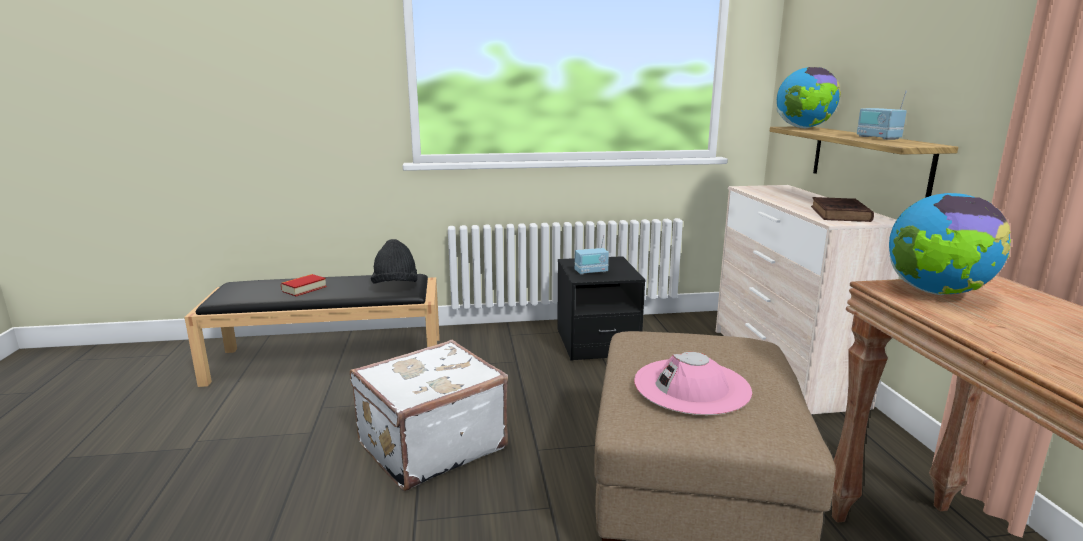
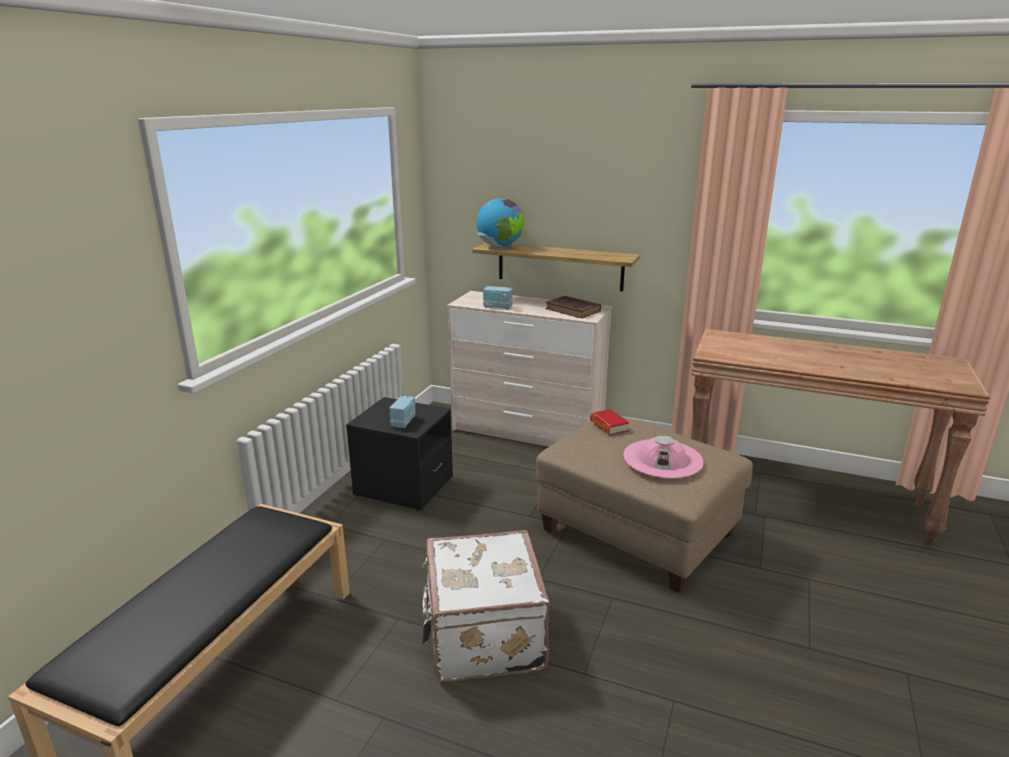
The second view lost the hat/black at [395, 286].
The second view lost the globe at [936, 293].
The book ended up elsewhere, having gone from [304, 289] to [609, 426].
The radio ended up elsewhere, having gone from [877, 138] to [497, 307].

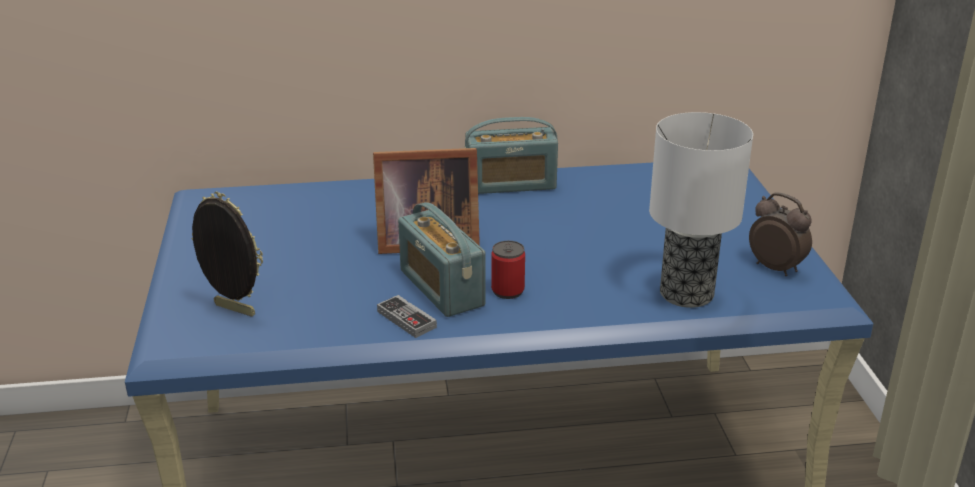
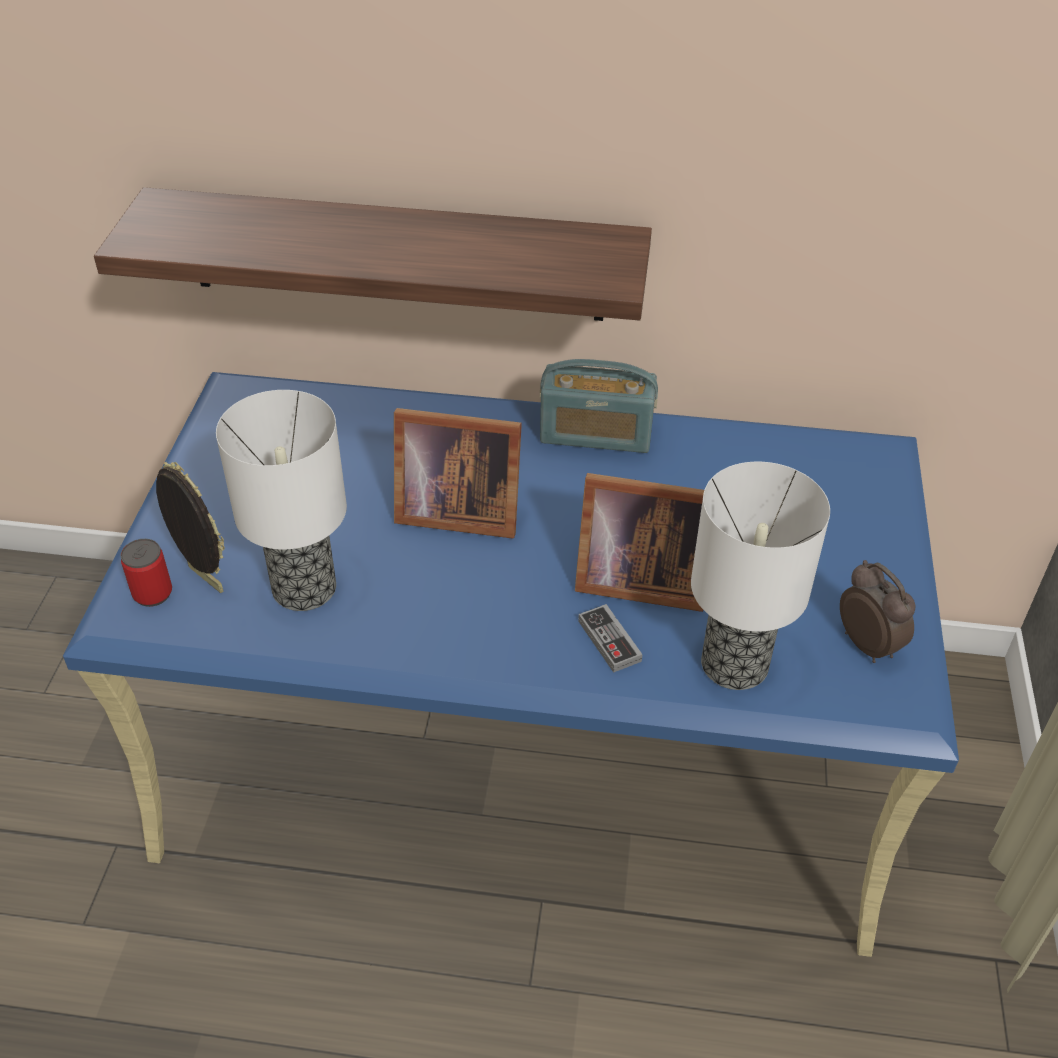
The second view lost the radio at [441, 288].
The second view gained the shelf at [396, 255].
The second view gained the table lamp at [305, 590].
The second view gained the picture frame at [637, 579].
The game controller ended up elsewhere, having gone from [406, 319] to [609, 641].
The can ended up elsewhere, having gone from [507, 291] to [152, 593].

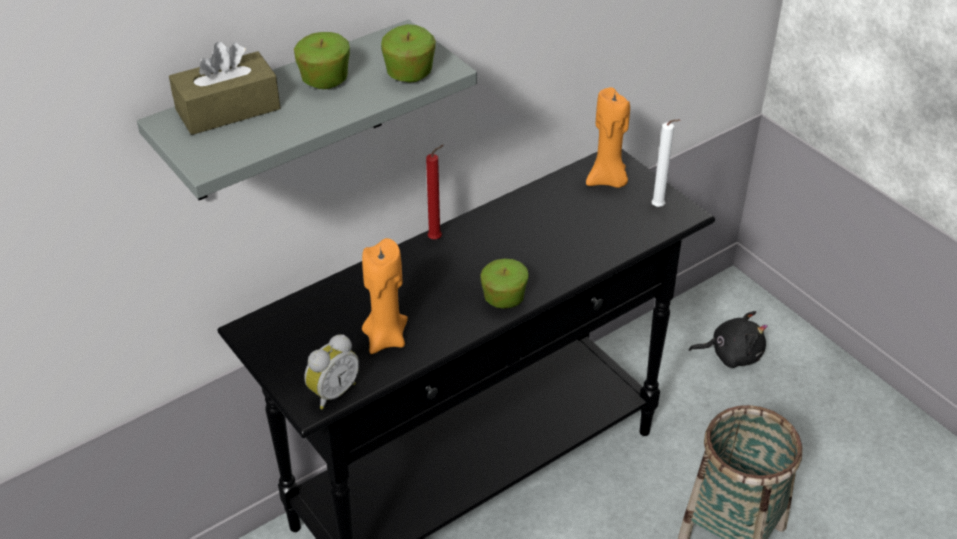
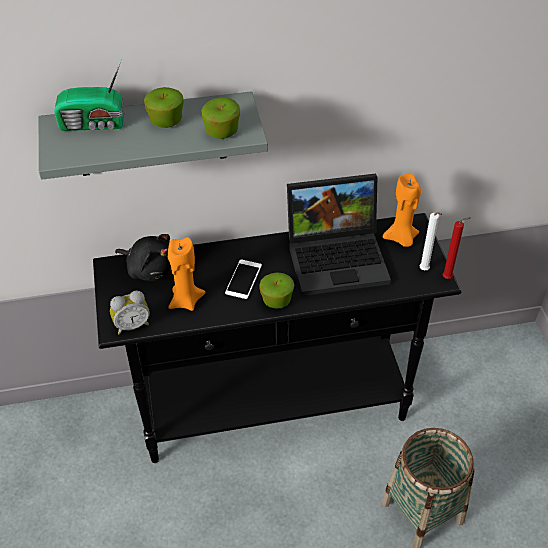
The second view gained the phone at [243, 279].
The second view gained the laptop at [338, 257].
The candle/red ended up elsewhere, having gone from [437, 238] to [448, 278].
The plush toy/black ended up elsewhere, having gone from [731, 354] to [150, 268].
Where the tissue box/brown stood at [228, 109], the radio came to stand at [94, 124].

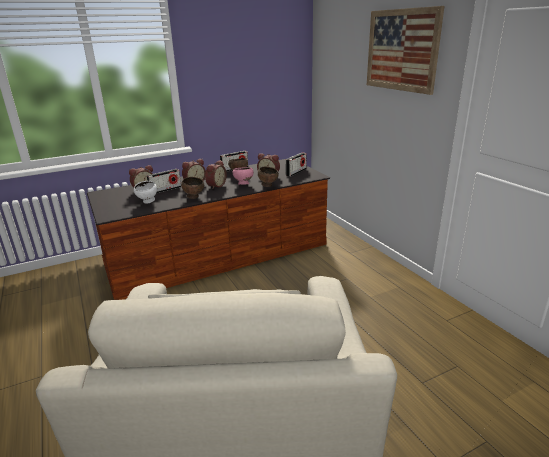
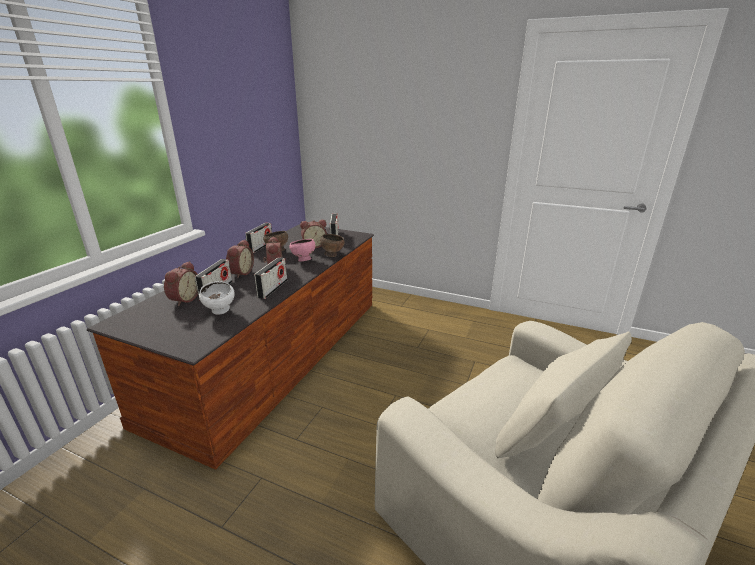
The second view lost the picture at [401, 50].
Where the bowl/brown stood at [194, 197], the radio came to stand at [273, 289].

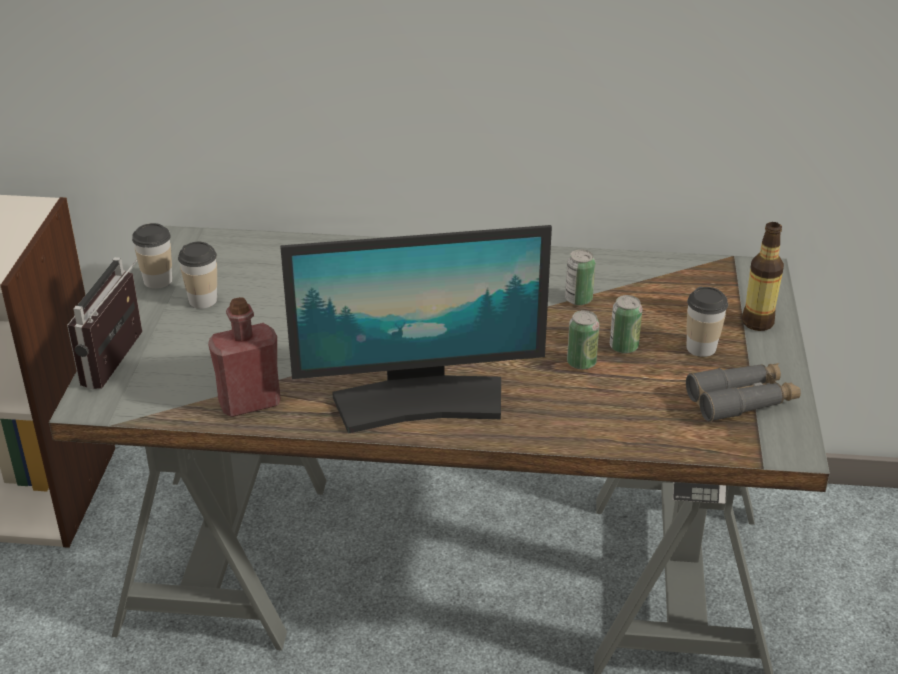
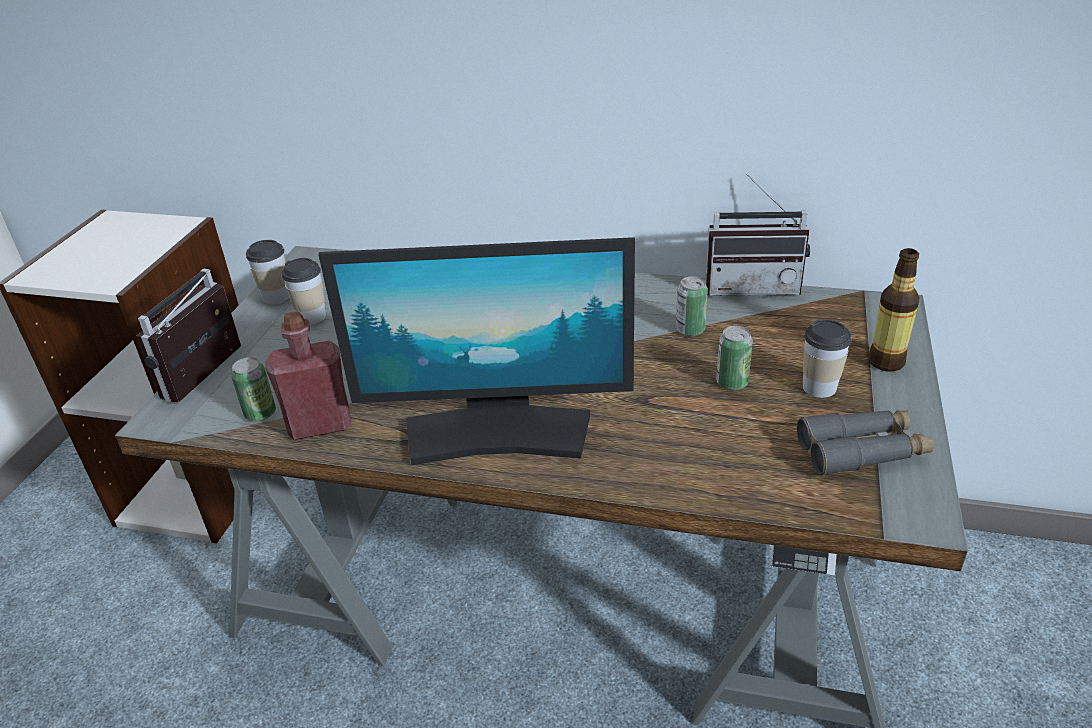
The second view gained the radio at [752, 286].
The can ended up elsewhere, having gone from [581, 363] to [260, 413].

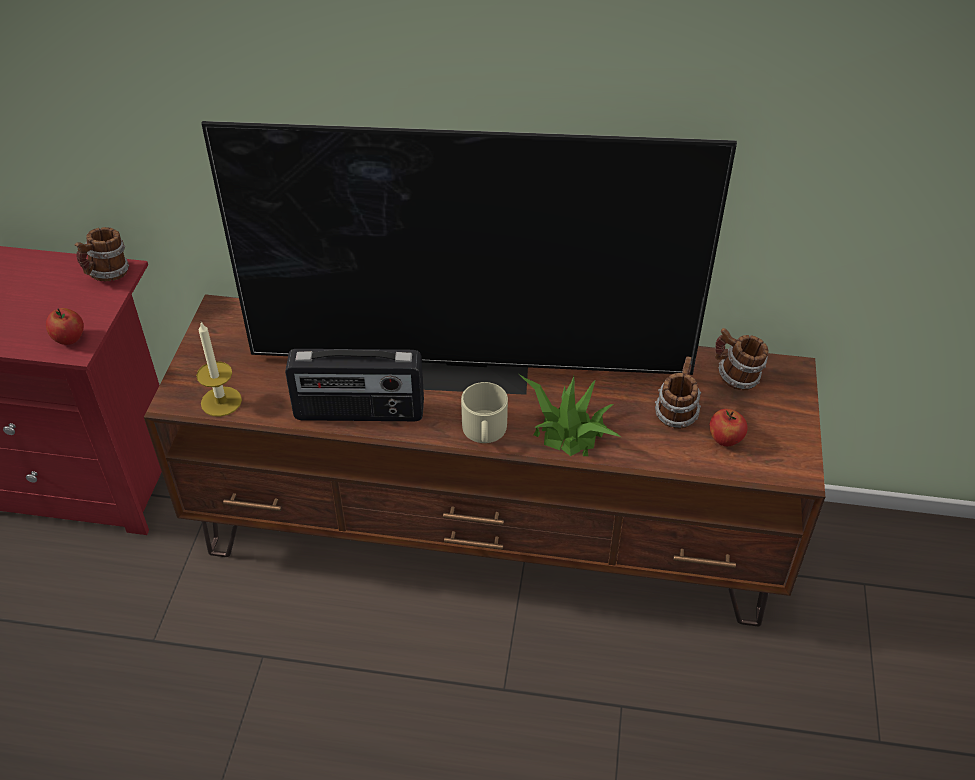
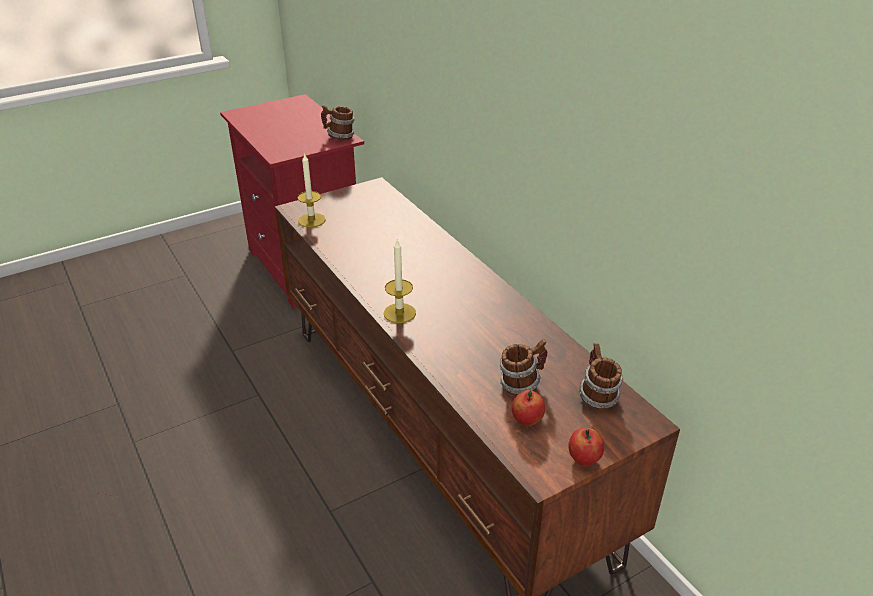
The second view lost the television at [469, 367].
The second view lost the radio at [359, 413].
The second view lost the potted plant at [568, 430].
The apple ended up elsewhere, having gone from [70, 339] to [584, 459].
Where the mug/beige stood at [484, 431], the candle came to stand at [399, 313].

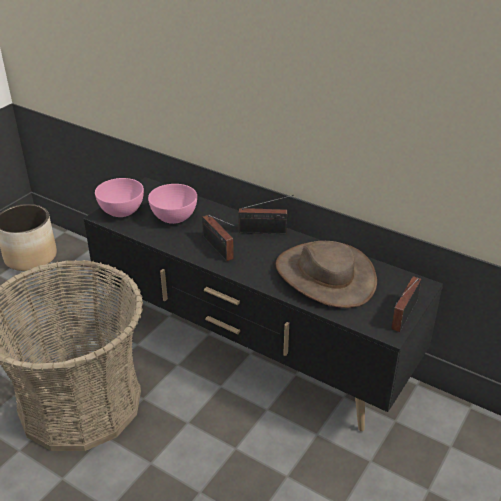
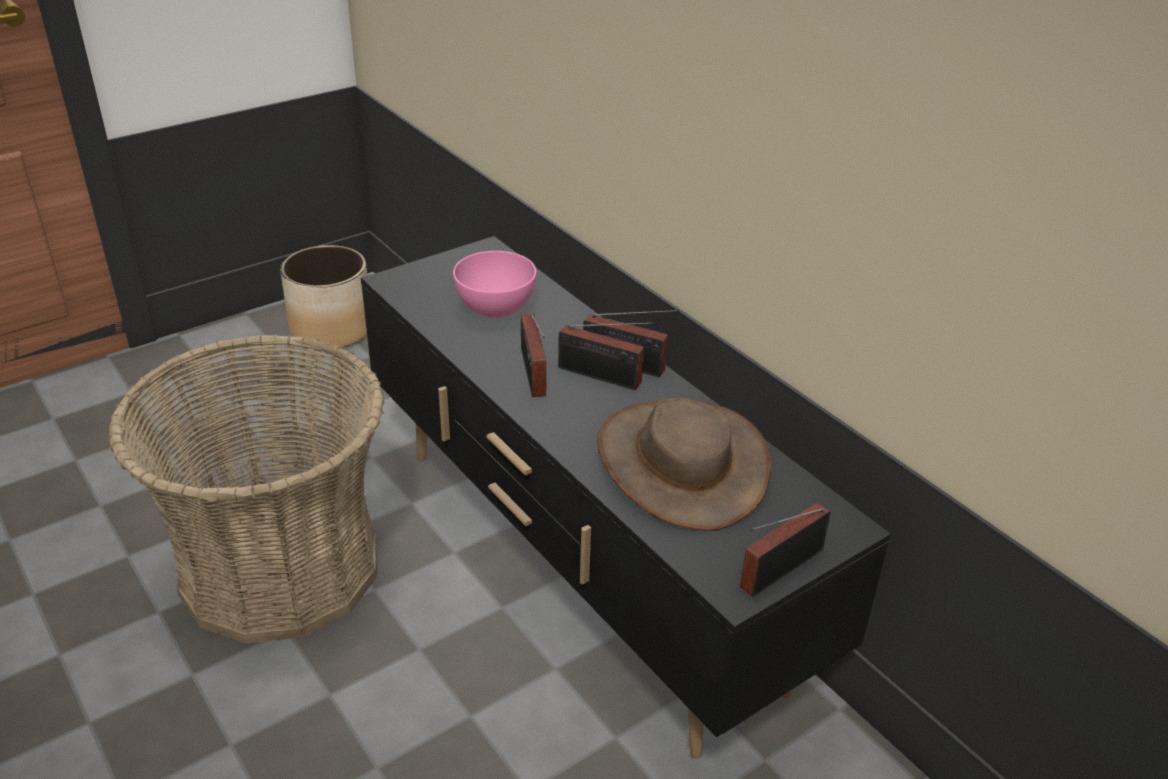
The second view lost the bowl/pink at [122, 212].
The second view gained the radio at [603, 377].

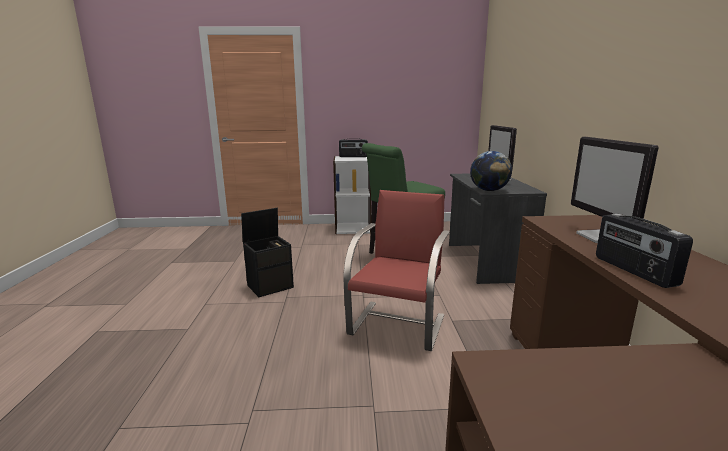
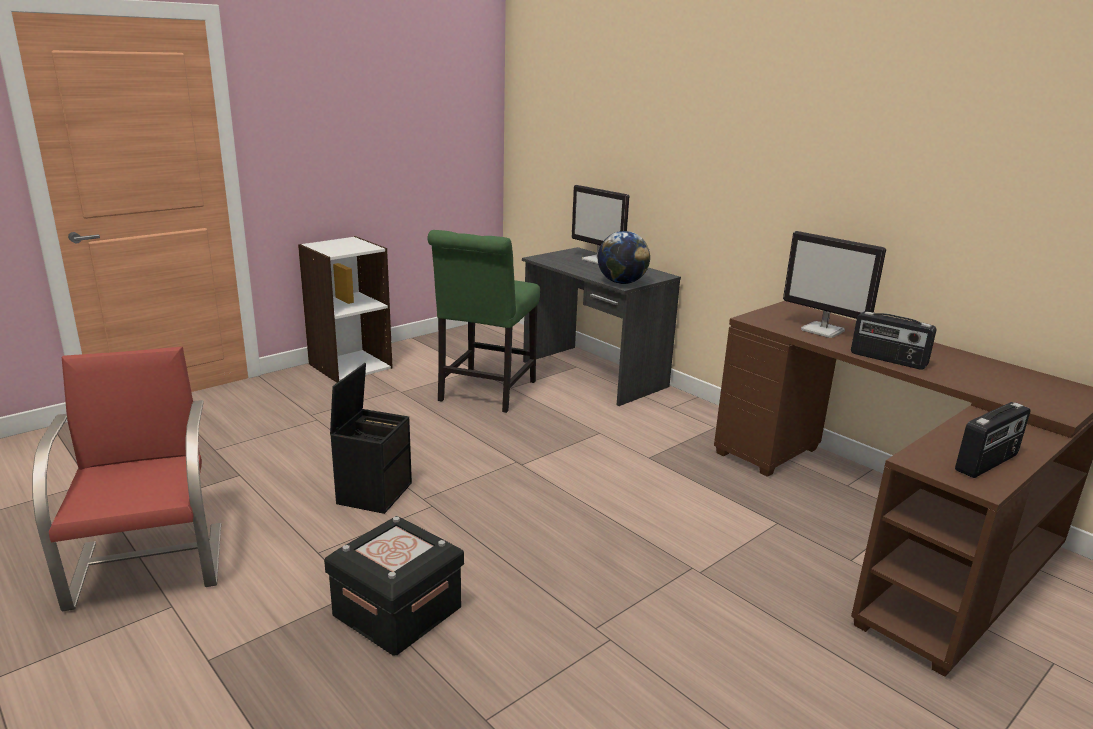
The second view gained the storage box/black at [397, 611].
The radio ended up elsewhere, having gone from [353, 156] to [987, 463].
The chair/red ended up elsewhere, having gone from [398, 324] to [150, 563].

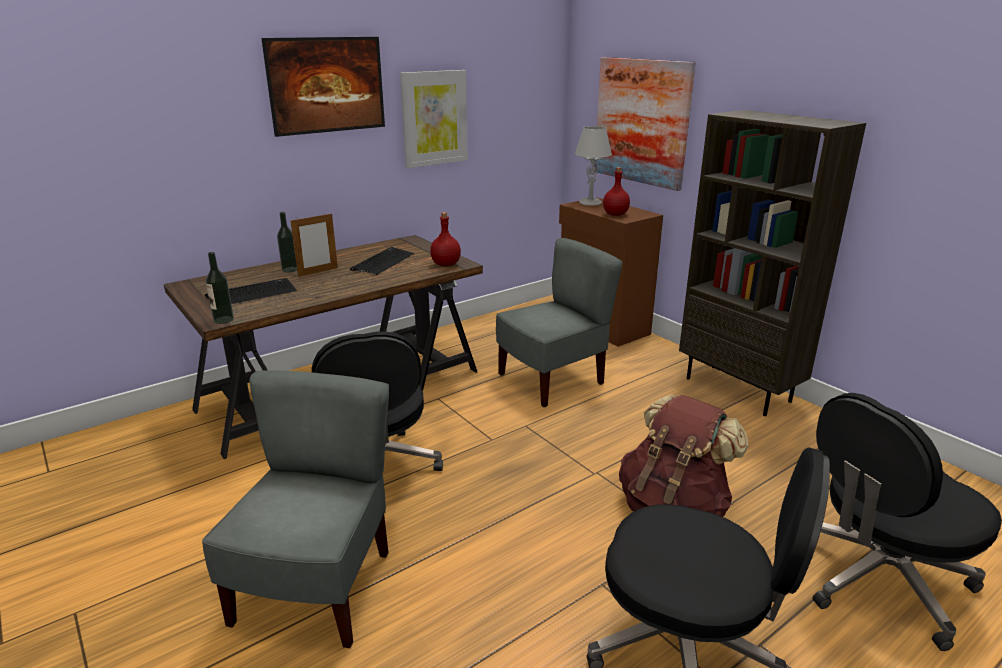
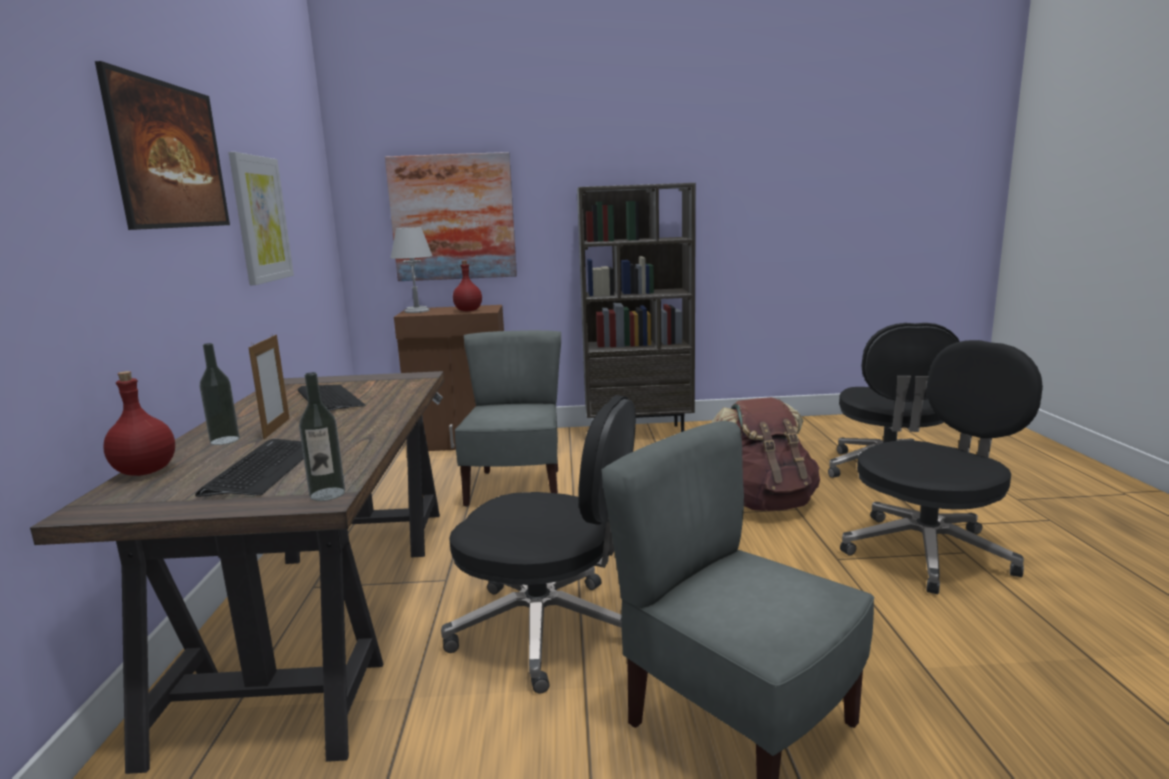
The bottle/red ended up elsewhere, having gone from [446, 264] to [145, 471].

